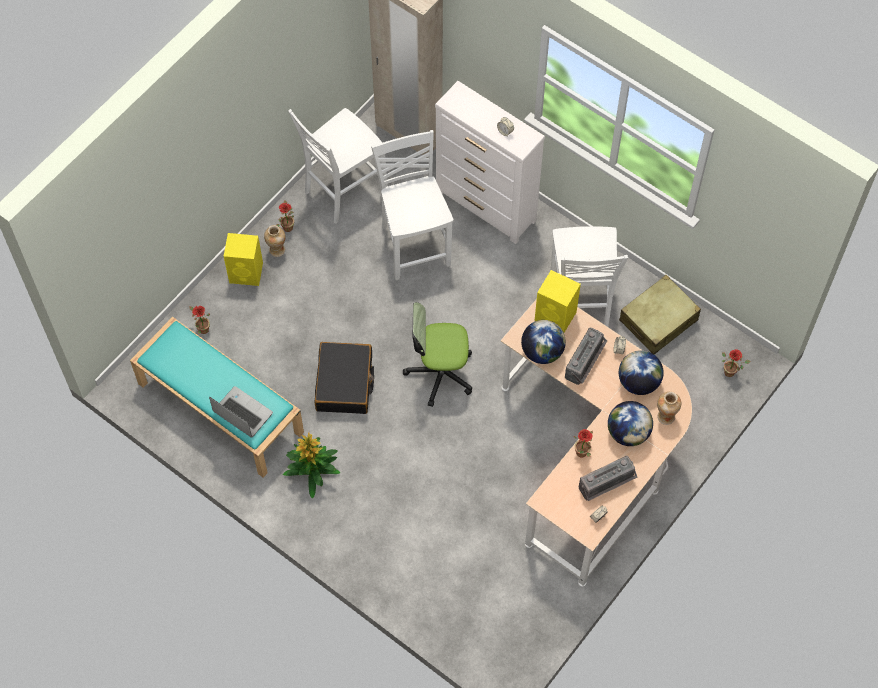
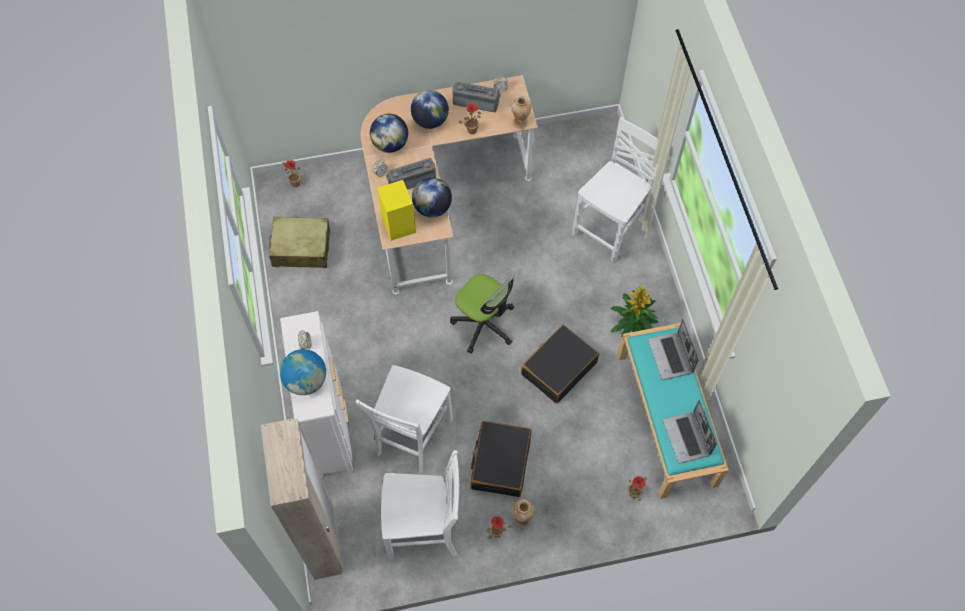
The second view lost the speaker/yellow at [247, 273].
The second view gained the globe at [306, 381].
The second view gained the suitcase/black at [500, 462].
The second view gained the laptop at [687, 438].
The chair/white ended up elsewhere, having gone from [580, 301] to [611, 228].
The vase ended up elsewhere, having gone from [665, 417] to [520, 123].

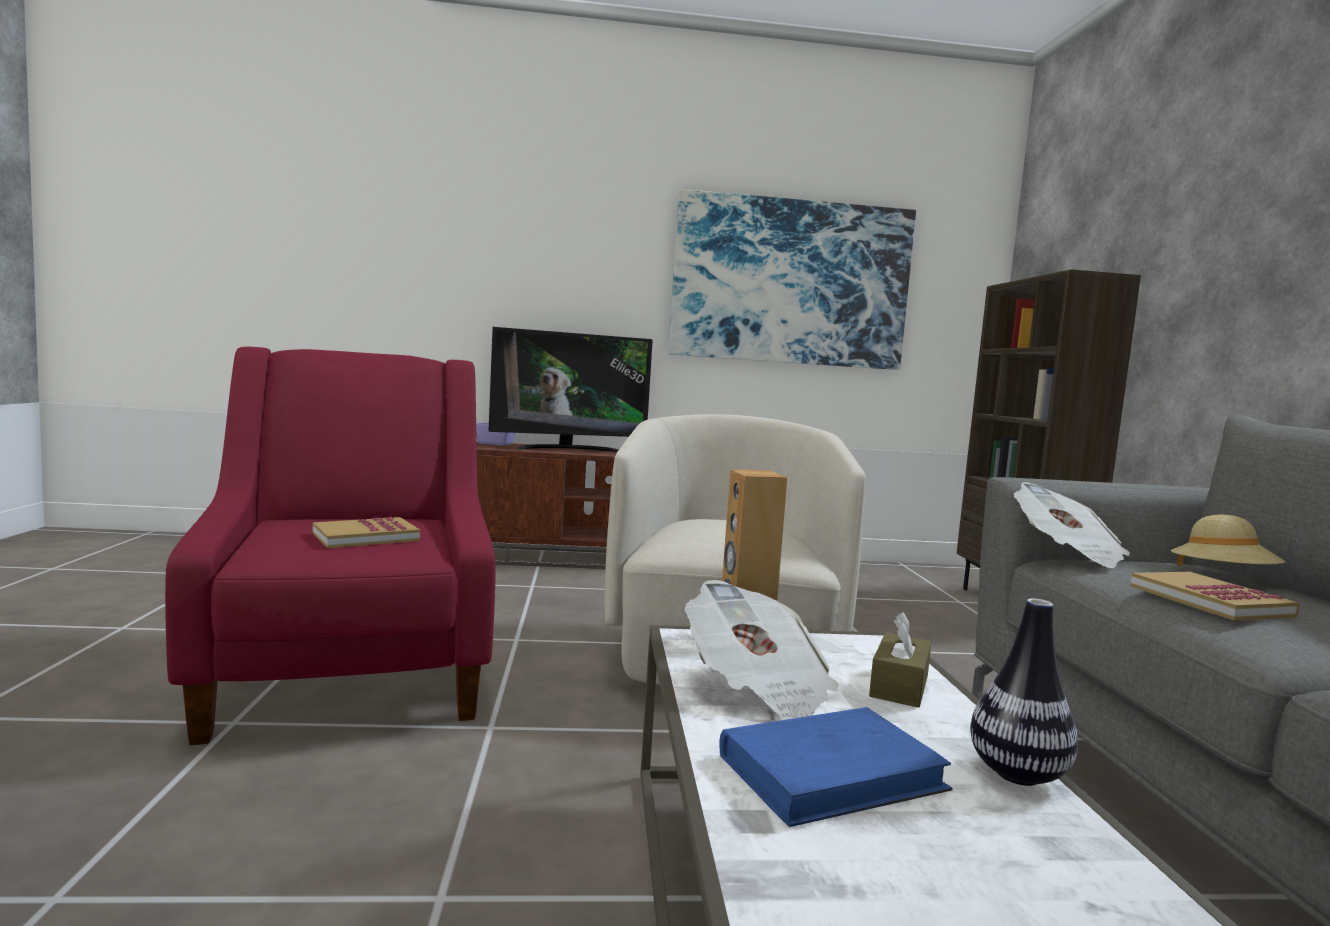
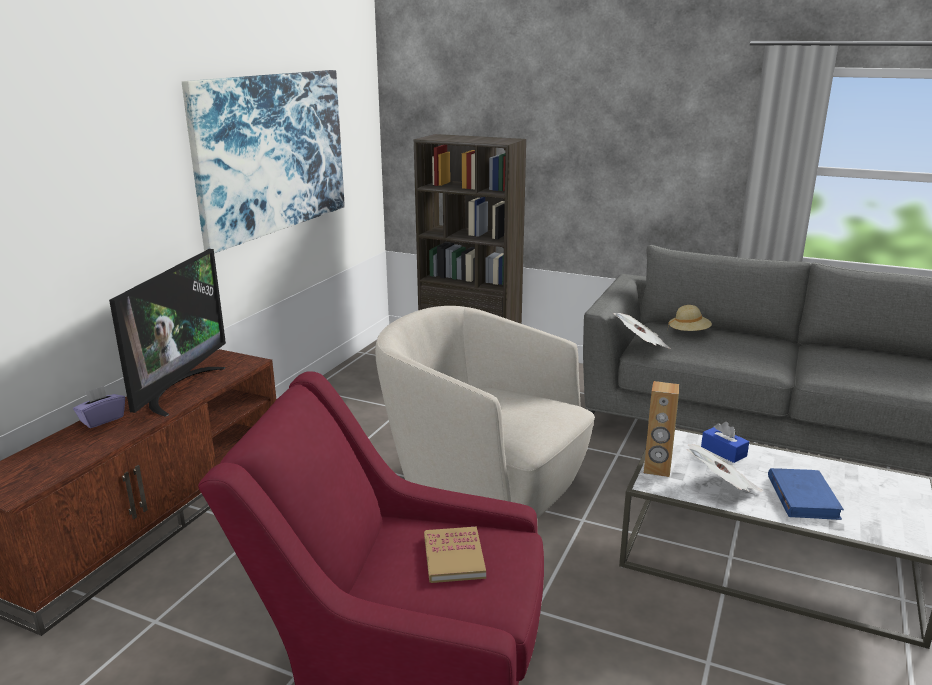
The second view lost the vase at [1017, 774].
The second view lost the book at [1209, 601].
What was the tissue box/brown at [899, 686] turned into the tissue box/blue at [723, 451].

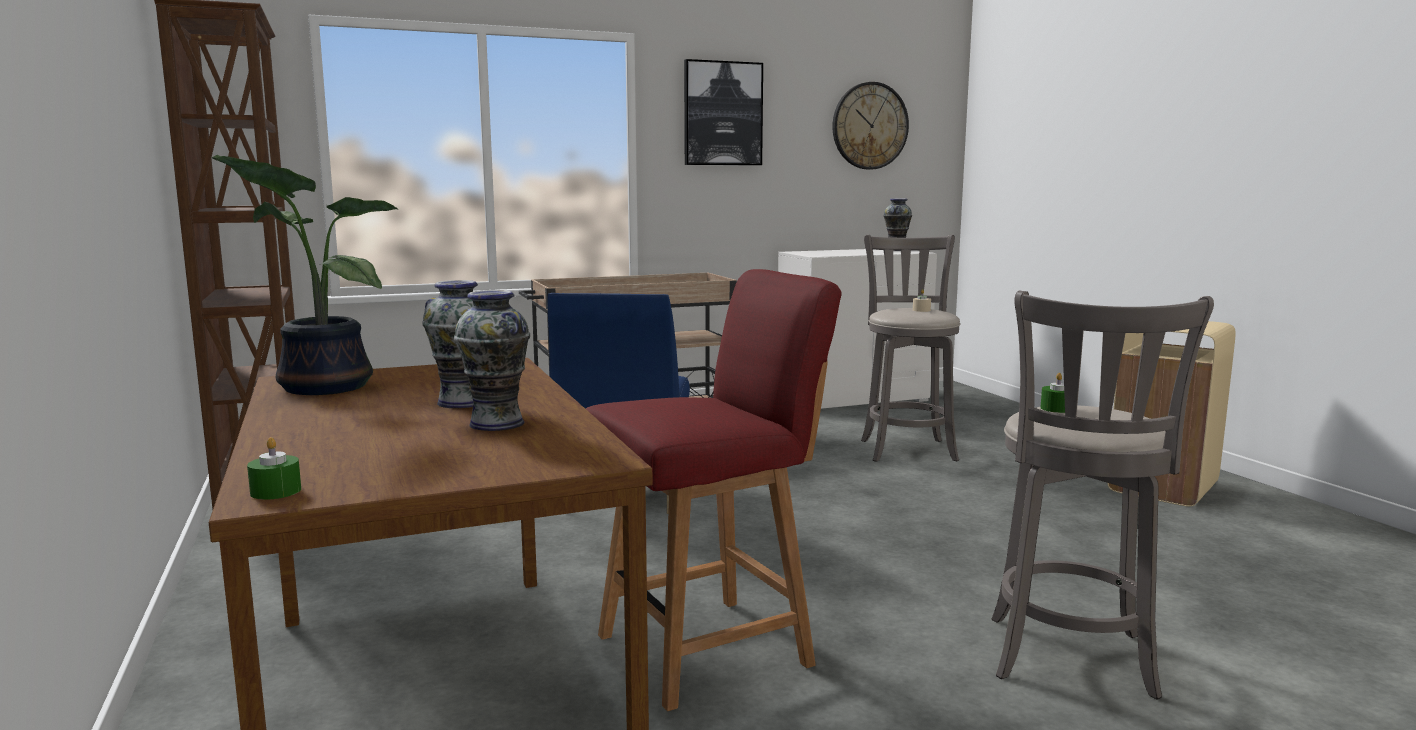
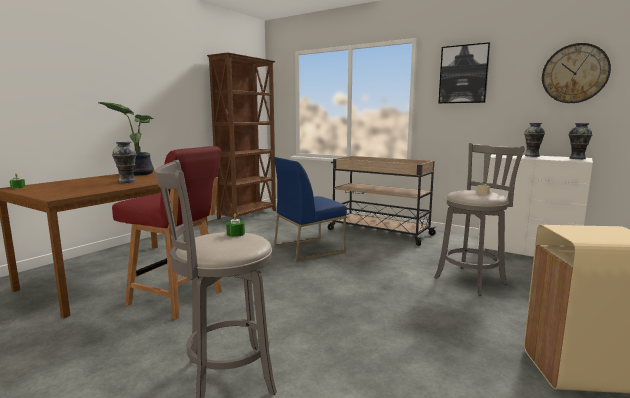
The vase ended up elsewhere, having gone from [497, 423] to [532, 156].

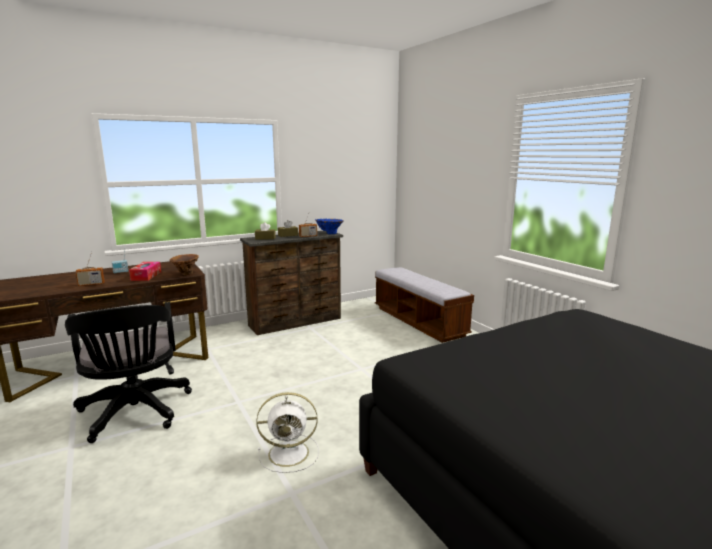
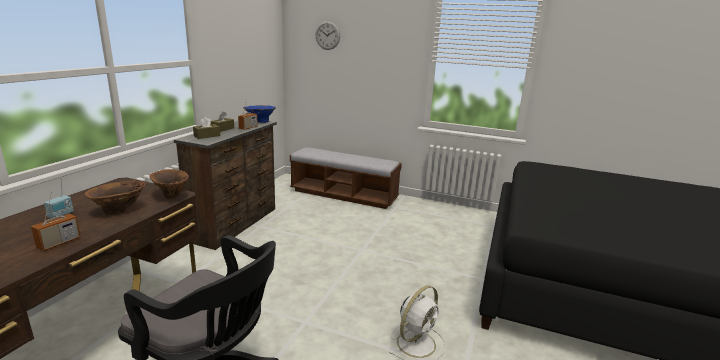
The second view gained the wall clock at [327, 35].
Where the tissue box stood at [146, 276], the vase/brown came to stand at [120, 211].

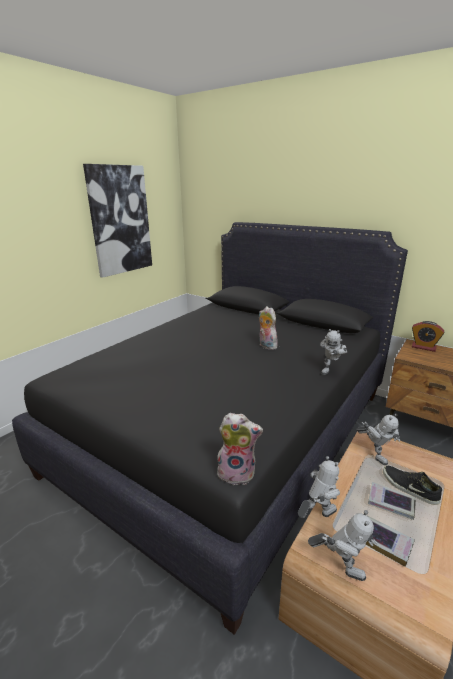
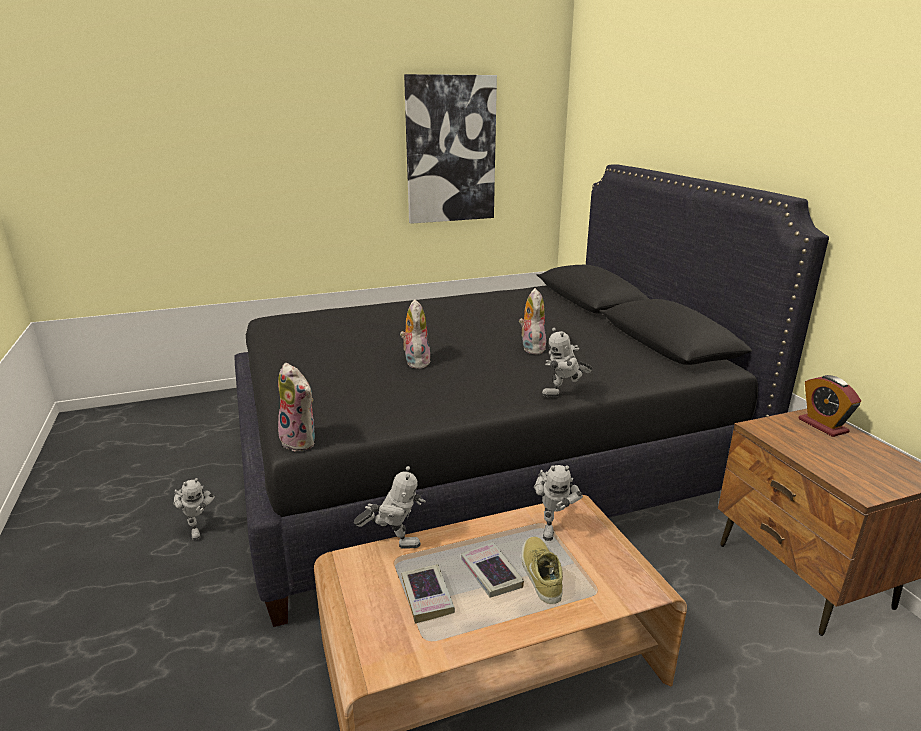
The second view gained the plush toy at [415, 362].
The toy robot ended up elsewhere, having gone from [340, 566] to [197, 528].
What was the shoe/black at [409, 488] turned into the shoe/beige at [540, 573].

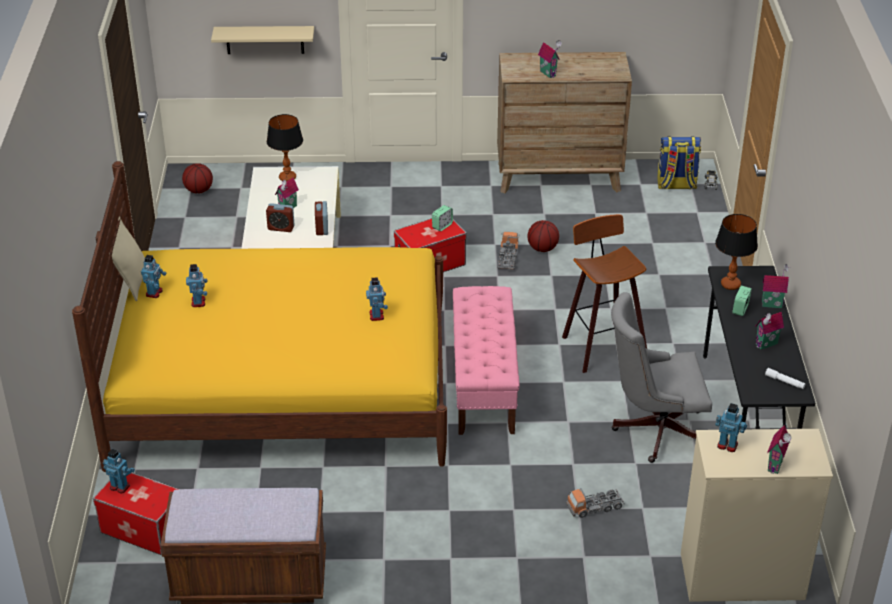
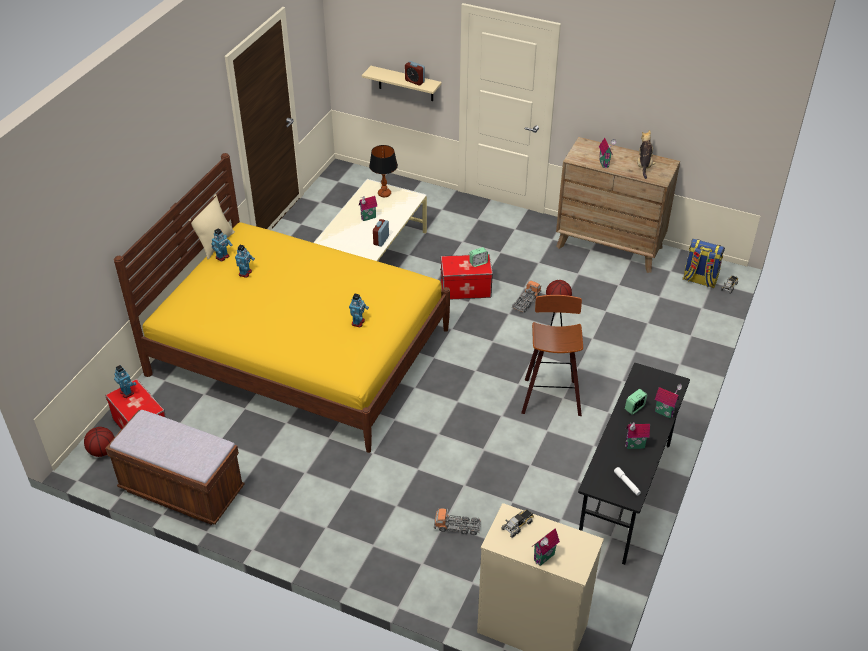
The second view lost the bench/pink at [483, 383].
The second view lost the office chair/grey at [654, 430].
The second view lost the table lamp at [730, 285].
The second view gained the plush toy at [644, 165].
The basketball ended up elsewhere, having gone from [199, 190] to [102, 451].
The alarm clock ended up elsewhere, having gone from [281, 228] to [414, 81].
Where the toy robot stood at [727, 445], the toy truck came to stand at [518, 525].

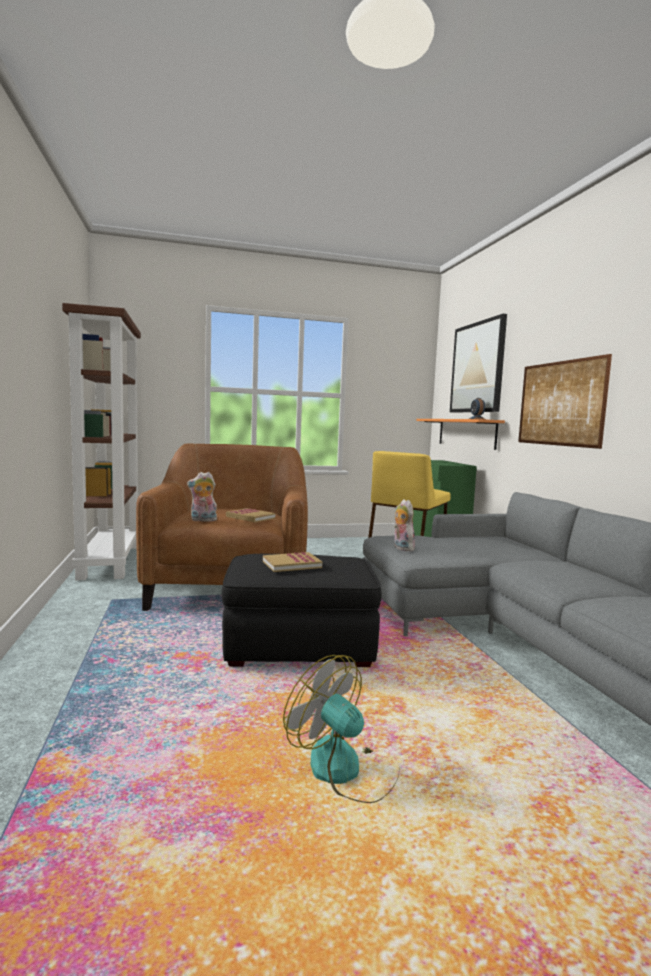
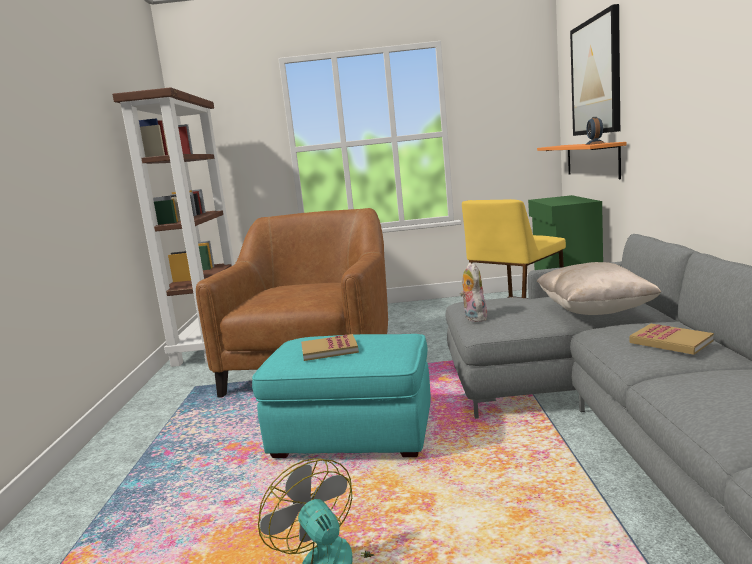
The second view lost the plush toy at [203, 520].
The second view lost the picture at [560, 403].
The second view gained the pillow/beige at [595, 311].
The book ended up elsewhere, having gone from [250, 517] to [670, 342].
What was the ottoman/black at [298, 647] turned into the ottoman/turquoise at [352, 435].

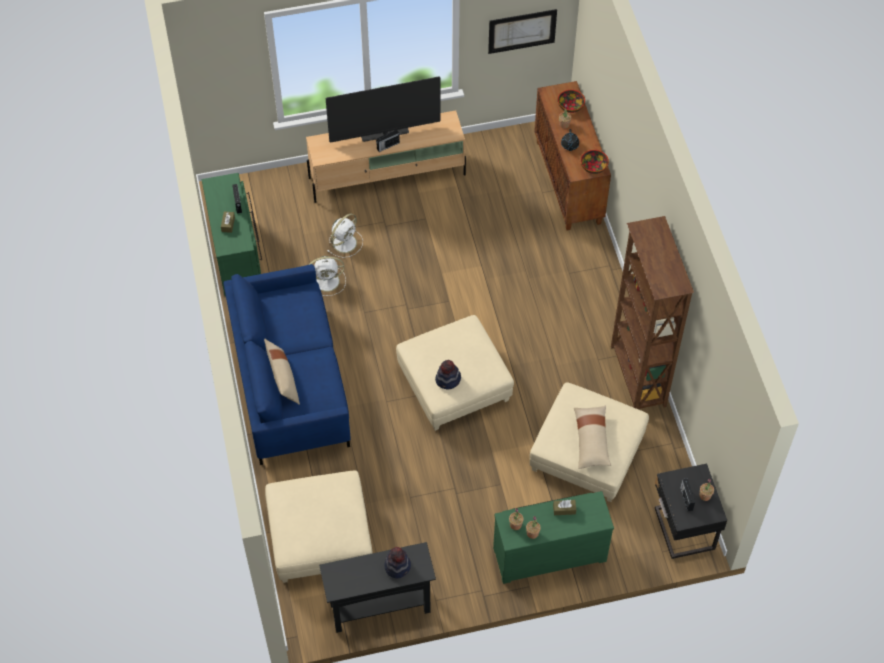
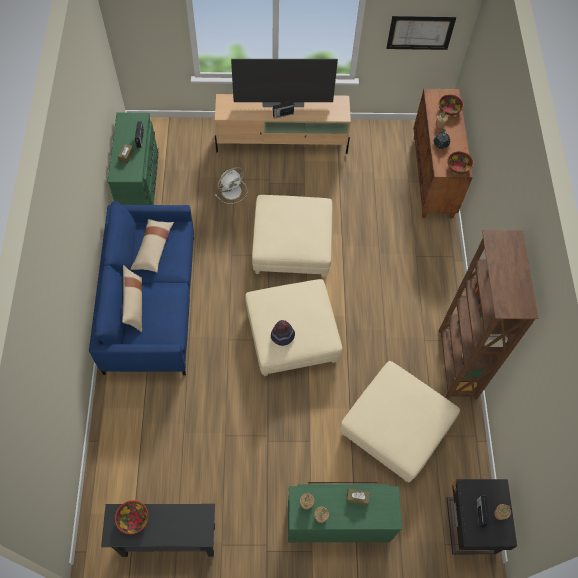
The second view lost the fan/white at [328, 281].
The second view lost the hat at [398, 566].
The second view gained the bowl at [133, 519].
The ottoman/beige ended up elsewhere, having gone from [320, 537] to [291, 246].
The pillow/beige ended up elsewhere, having gone from [591, 440] to [153, 249].

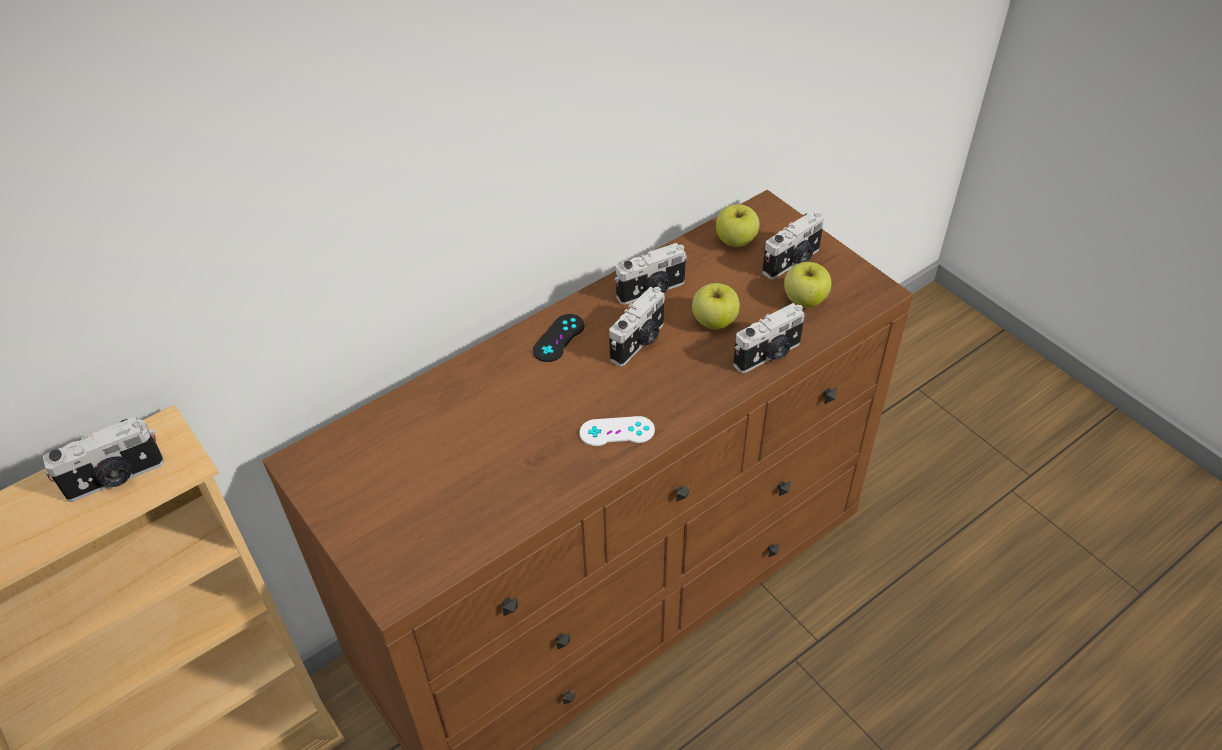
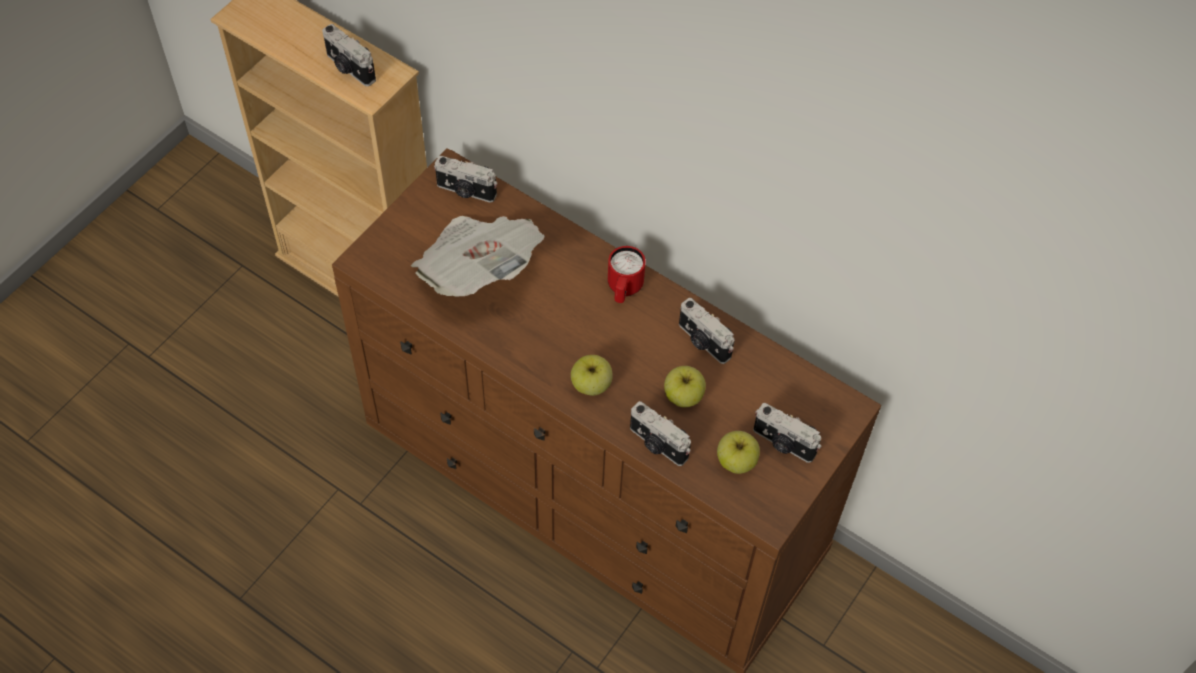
The second view lost the game controller/white at [617, 431].
The second view gained the newspaper at [478, 271].
The photo camera ended up elsewhere, having gone from [639, 342] to [466, 191].
The apple ended up elsewhere, having gone from [736, 241] to [591, 385].
Where the game controller/black stood at [559, 338], the mug/red came to stand at [624, 290].

